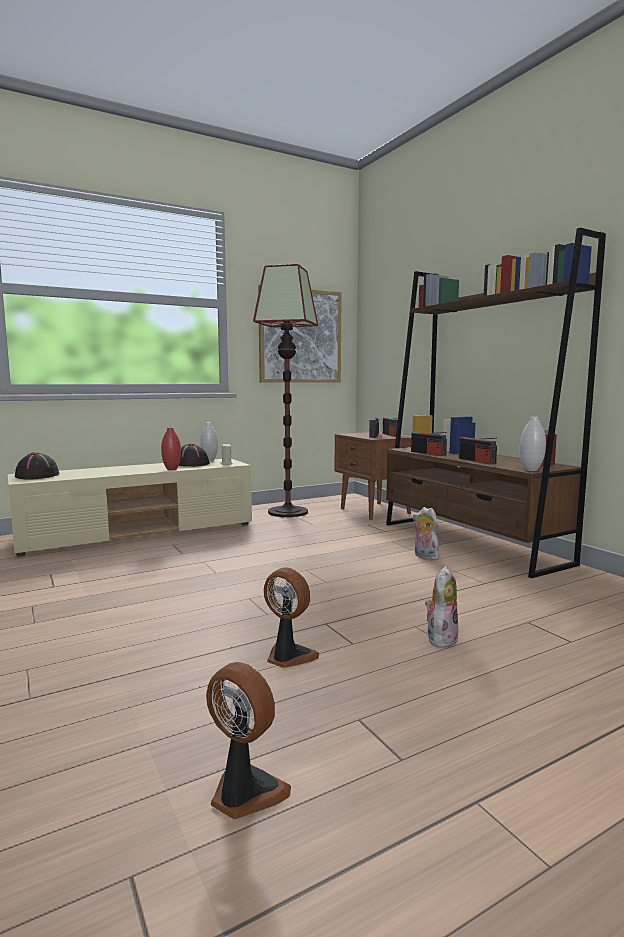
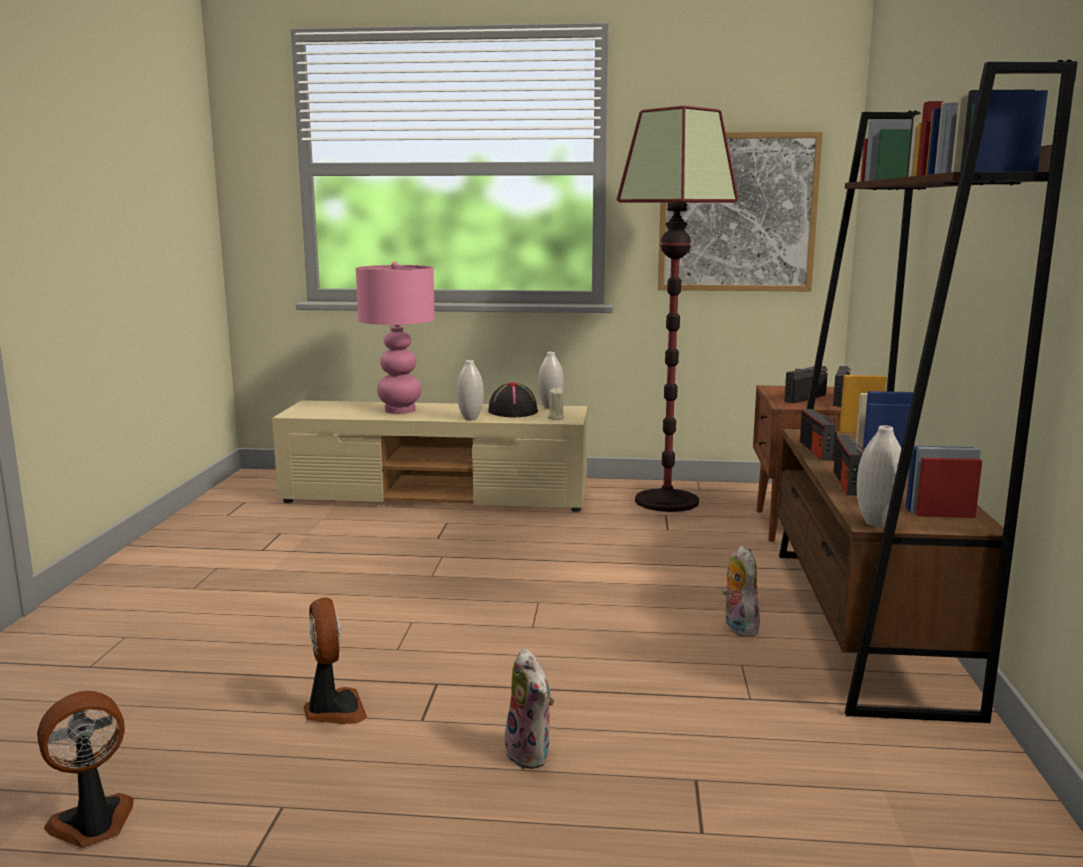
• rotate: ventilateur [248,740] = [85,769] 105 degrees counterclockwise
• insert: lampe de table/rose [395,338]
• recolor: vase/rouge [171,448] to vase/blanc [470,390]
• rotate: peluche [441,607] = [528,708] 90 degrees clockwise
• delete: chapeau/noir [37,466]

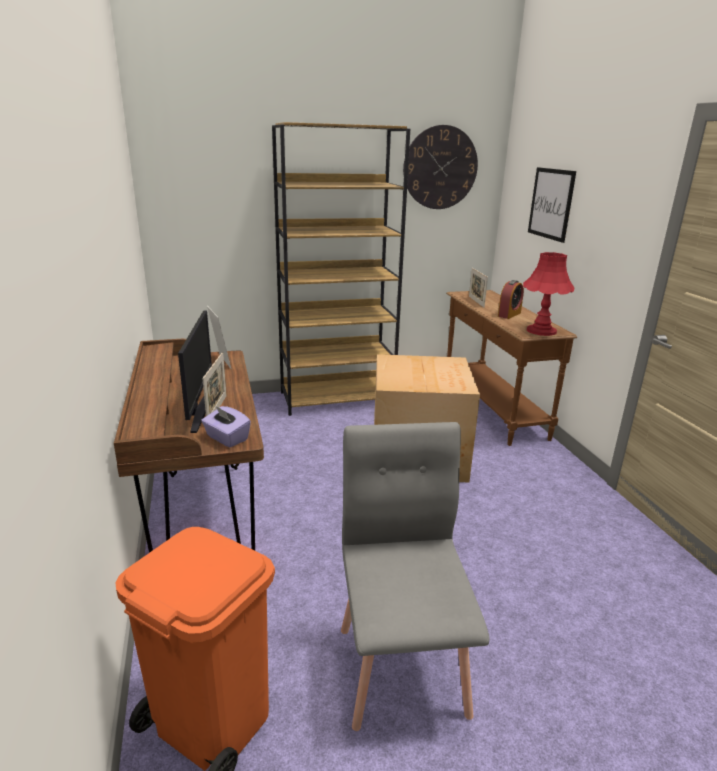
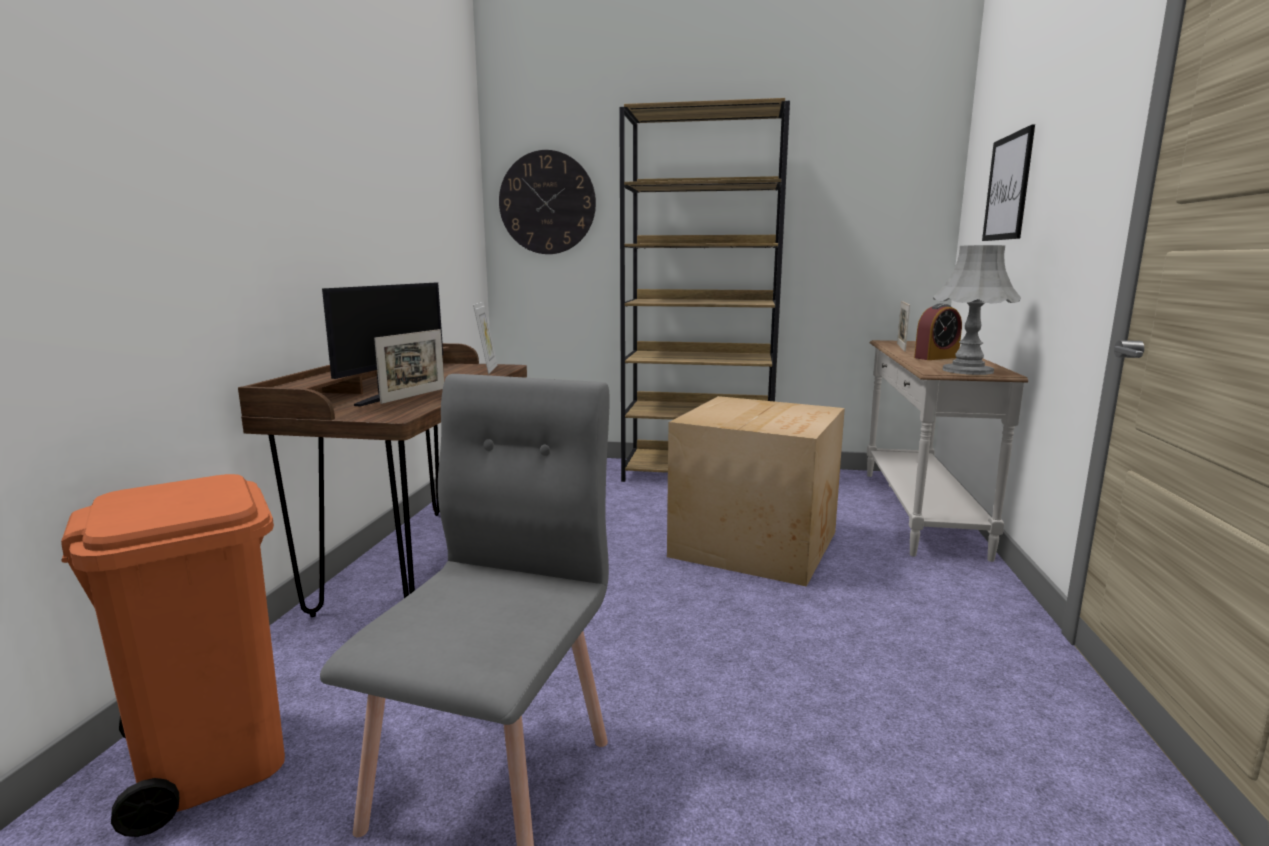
• move: horloge murale [440,167] to [547,202]
• recolor: table console/marron [511,368] to table console/blanc [947,451]
• recolor: lampe de table/rouge [549,294] to lampe de table/gris [977,310]
• delete: boîte à mouchoirs/violet [226,426]

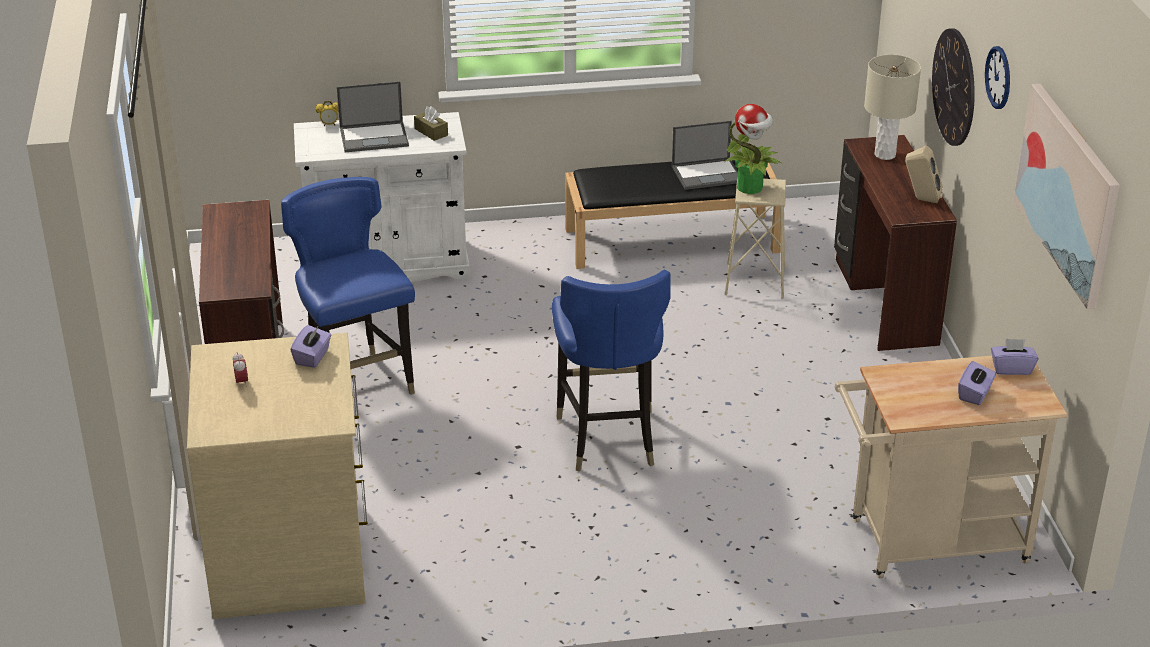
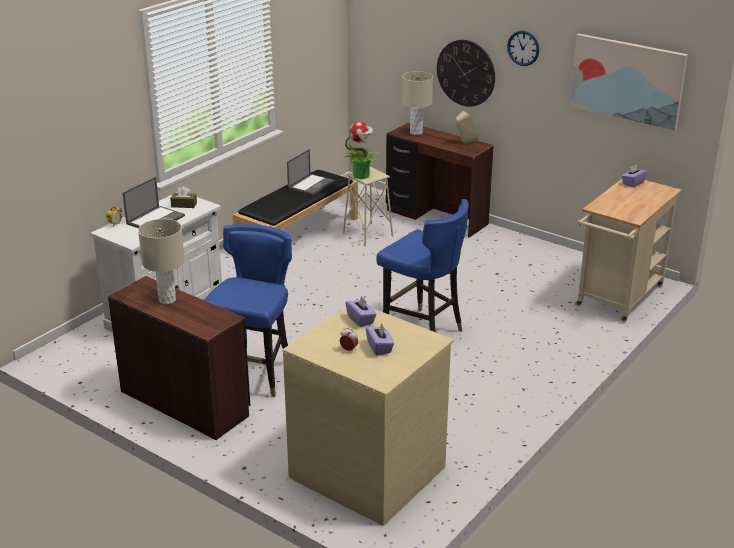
• insert: lampe de table/beige [161,261]
• rotate: chaise/bleu [348,286] = [248,310] 90 degrees clockwise
• move: boîte à mouchoirs/violet [977,383] to [380,339]

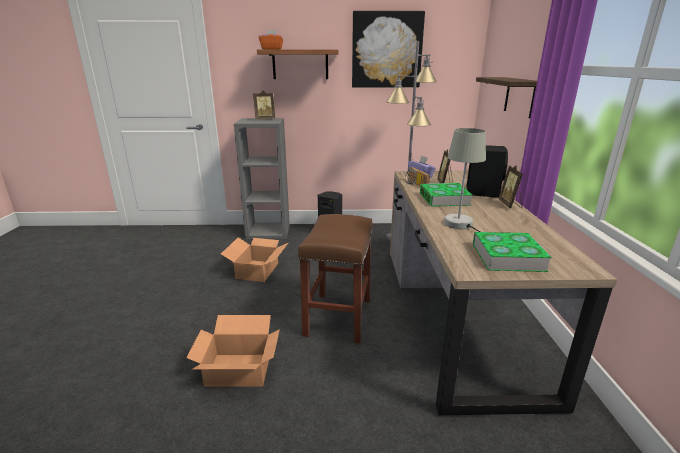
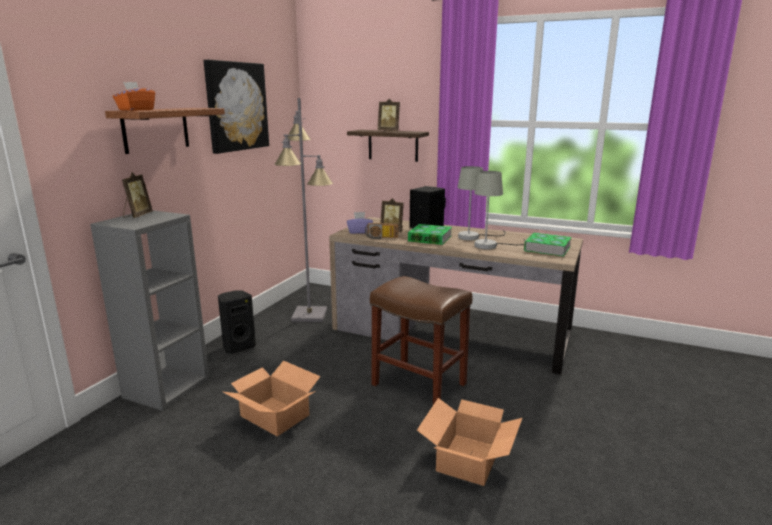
• move: cadre photo [510,187] to [389,115]
• insert: lampe de table/gris [481,203]

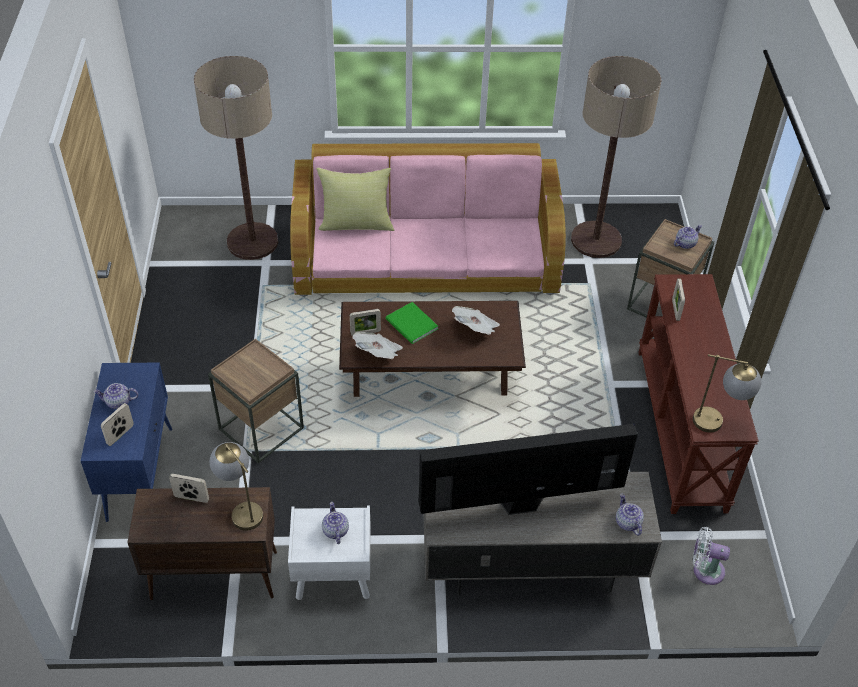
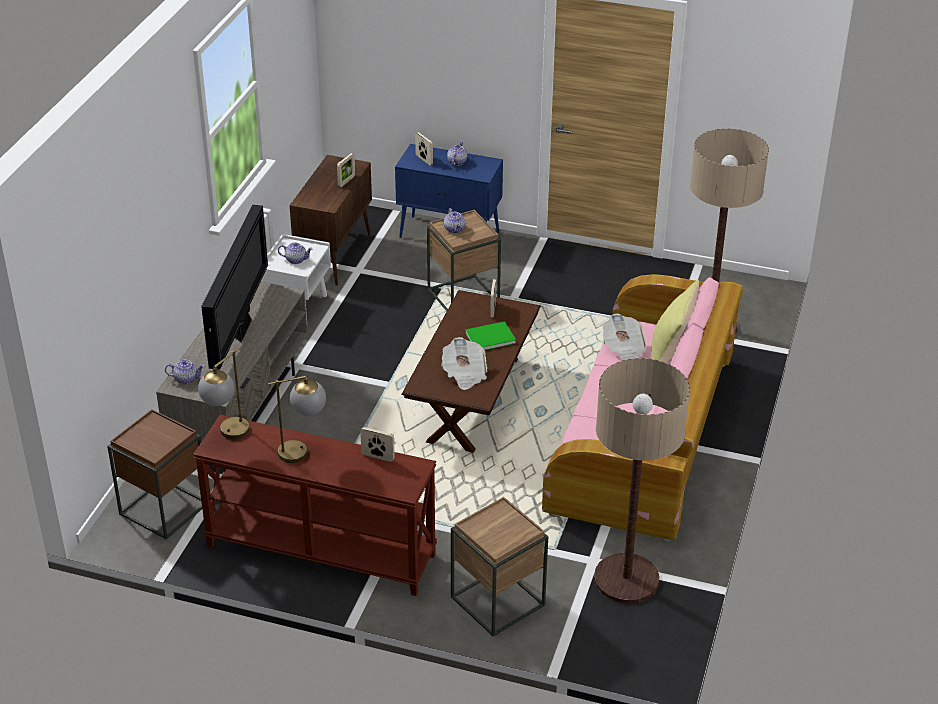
• replace: ventilateur/blanc [711,556] to table d'appoint/marron [154,474]
• move: lampe de table [236,486] to [297,419]
• move: théière [688,237] to [454,220]
• move: journal [377,345] to [624,336]

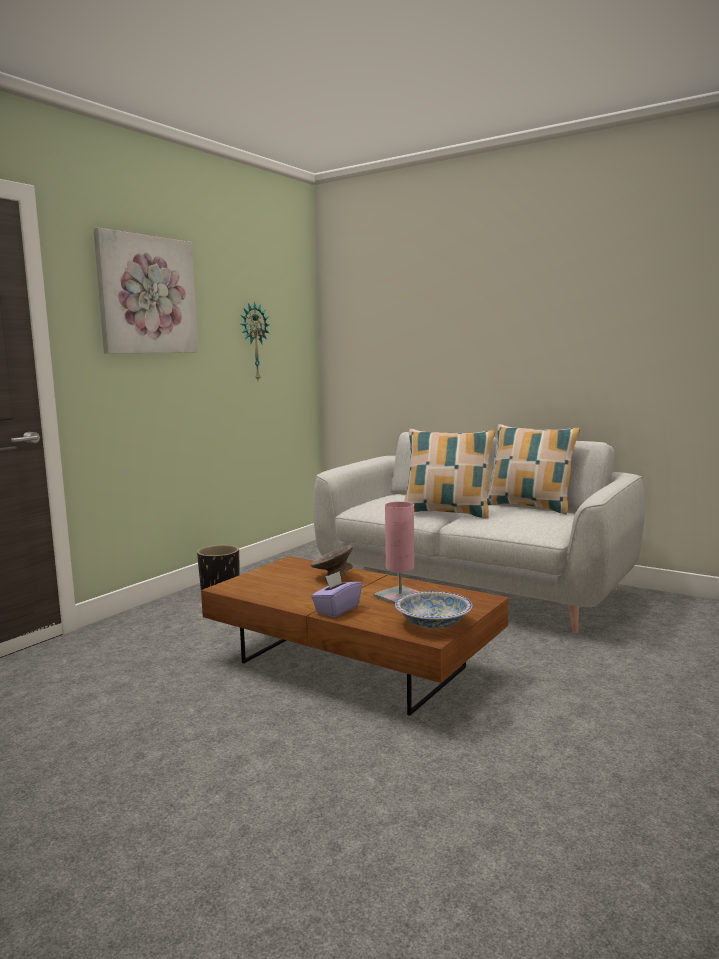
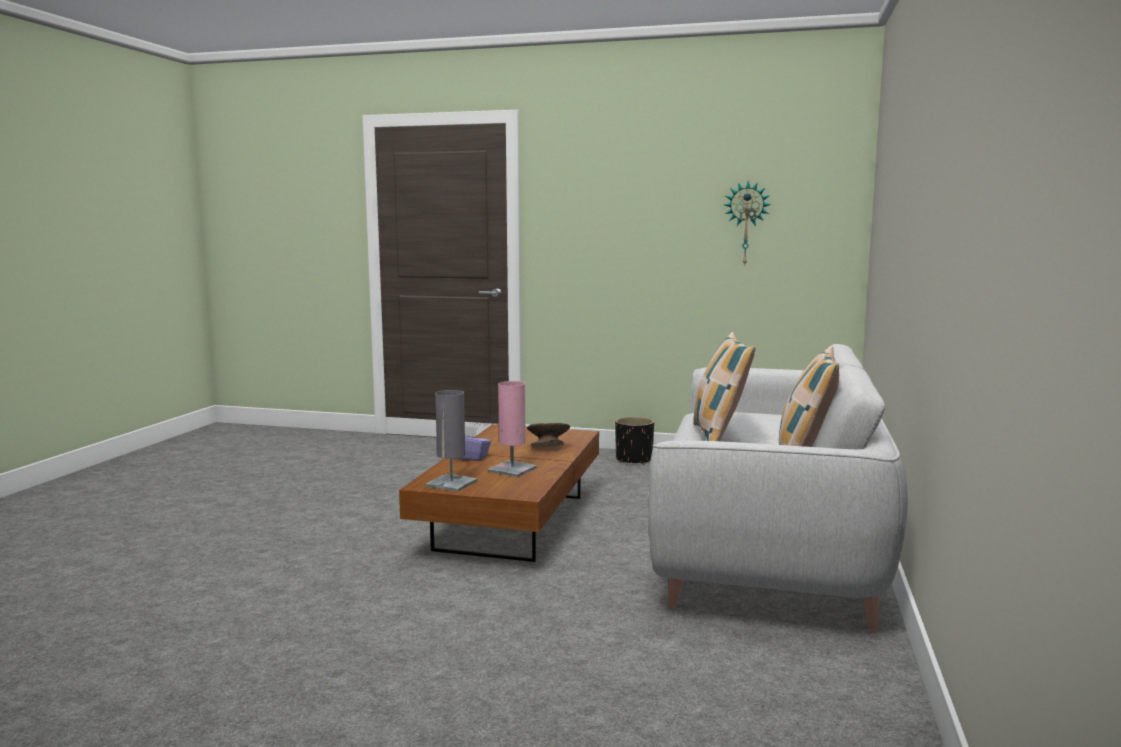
• replace: bol [433,609] to lampe de table/gris [451,441]
• delete: tableau [145,291]

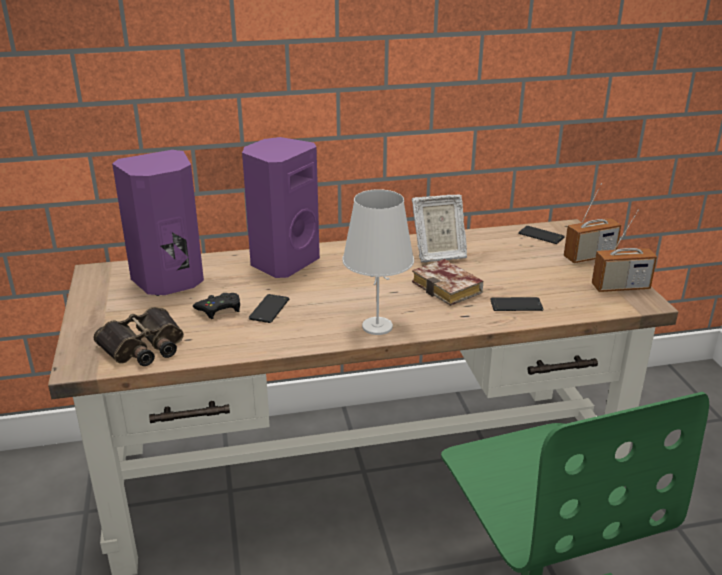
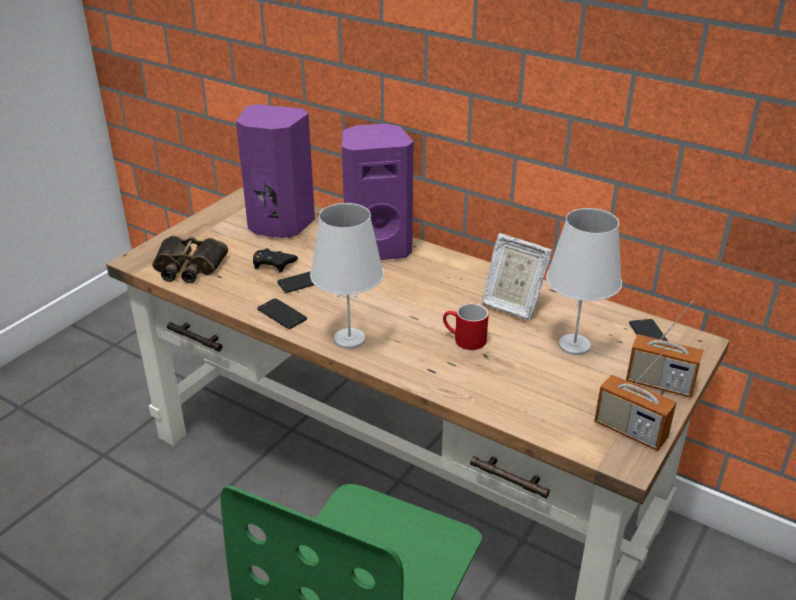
• move: téléphone [516,304] to [282,313]
• replace: livre [447,282] to mug/rouge [466,326]
• insert: lampe de table/blanc [584,281]

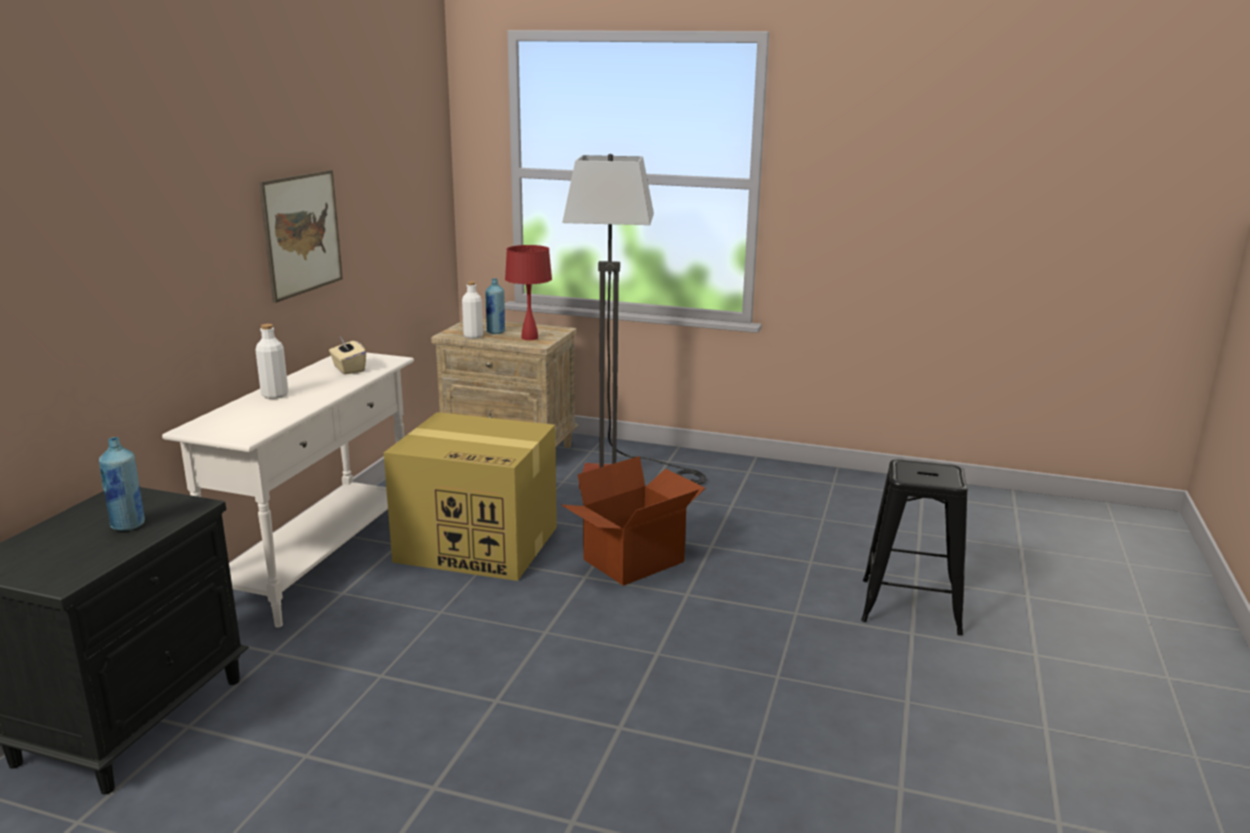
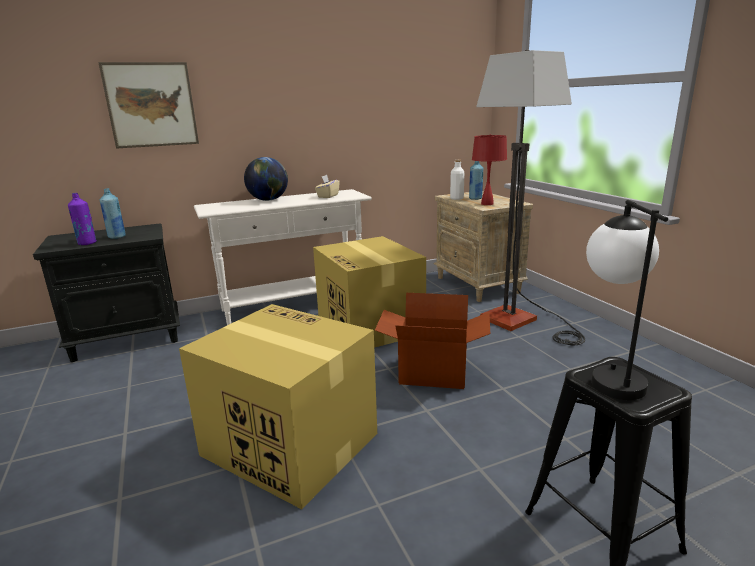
• insert: bouteille/violet [82,219]
• move: tableau [301,236] to [148,105]
• insert: carton [278,406]
• replace: bouteille/blanc [271,361] to globe [266,179]
• insert: lampe de table [627,300]

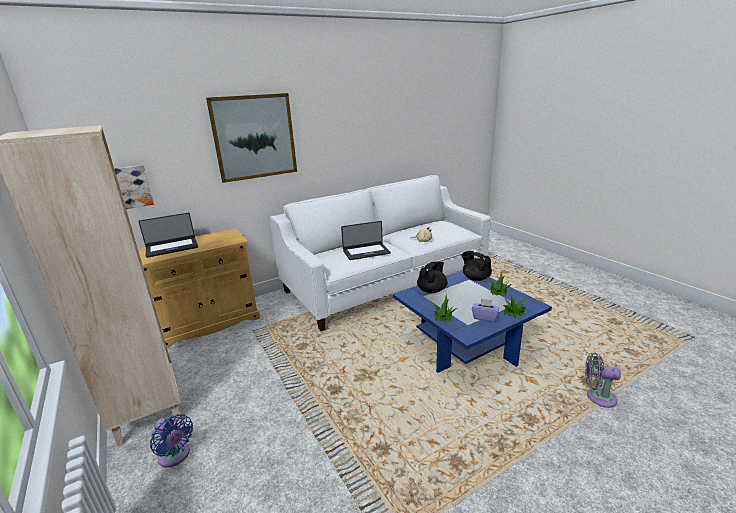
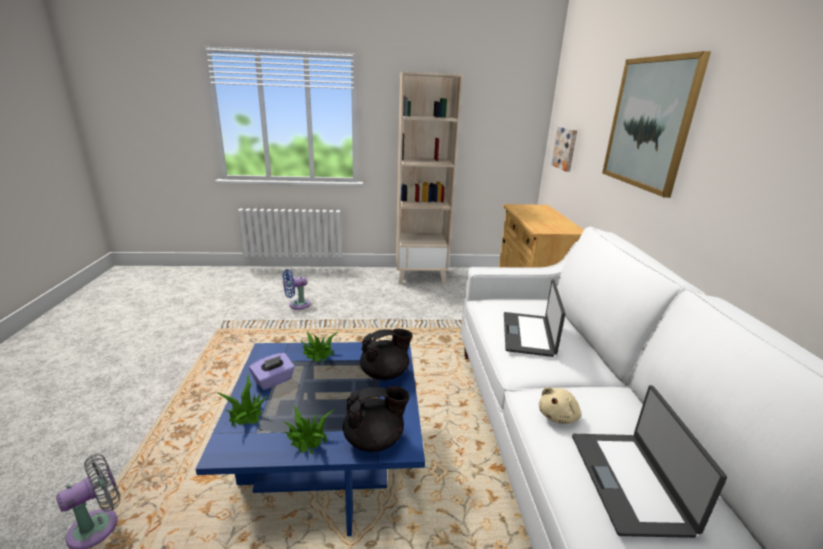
• move: ventilateur/bleu [171,440] to [297,290]
• rotate: théière/noir [432,277] = [386,354] 90 degrees counterclockwise
• move: ordinateur portable [168,235] to [649,461]

